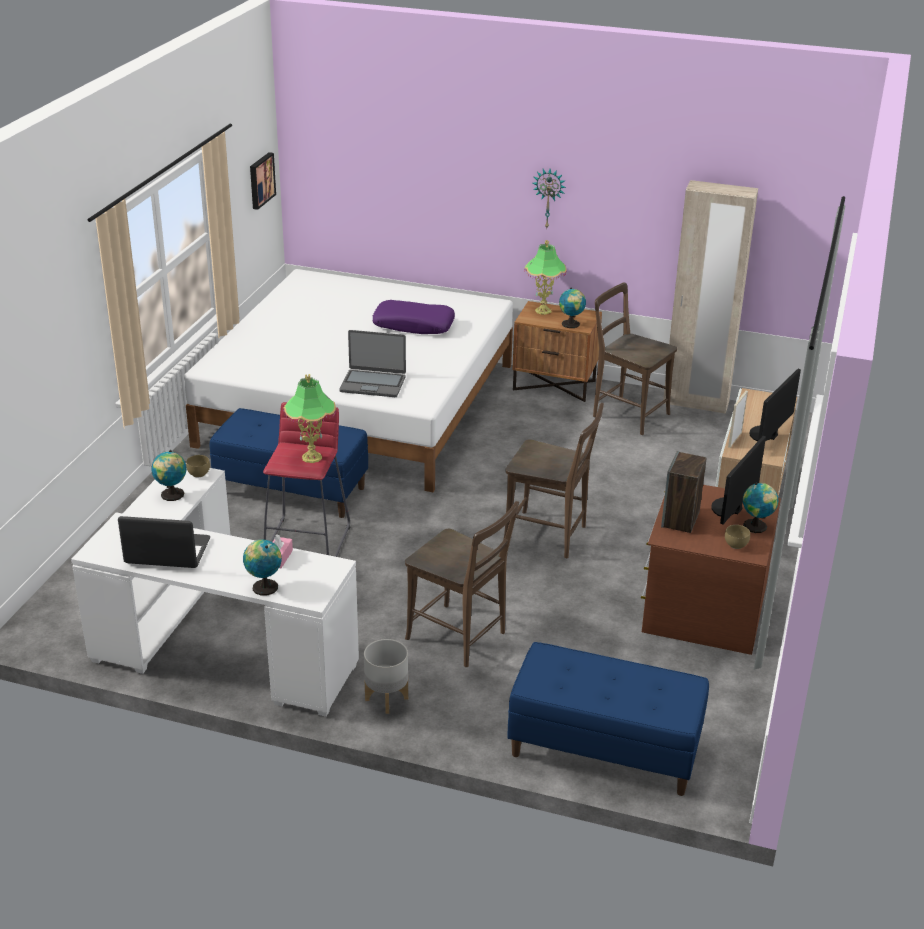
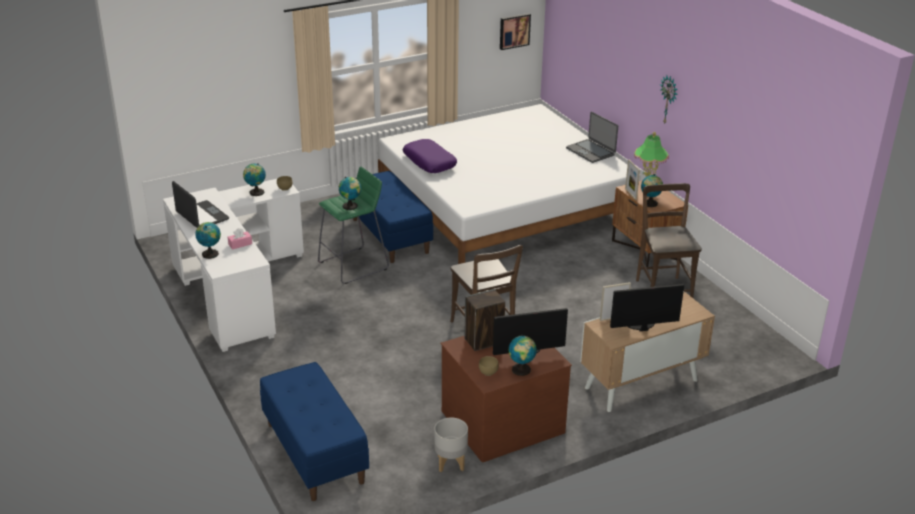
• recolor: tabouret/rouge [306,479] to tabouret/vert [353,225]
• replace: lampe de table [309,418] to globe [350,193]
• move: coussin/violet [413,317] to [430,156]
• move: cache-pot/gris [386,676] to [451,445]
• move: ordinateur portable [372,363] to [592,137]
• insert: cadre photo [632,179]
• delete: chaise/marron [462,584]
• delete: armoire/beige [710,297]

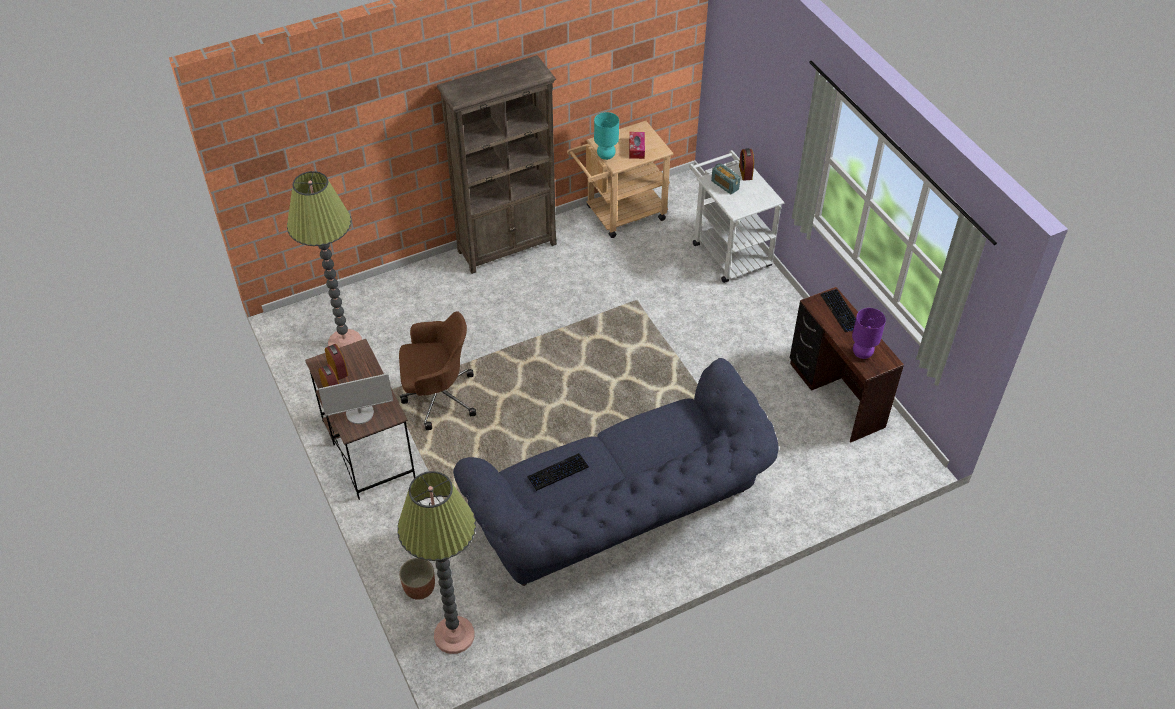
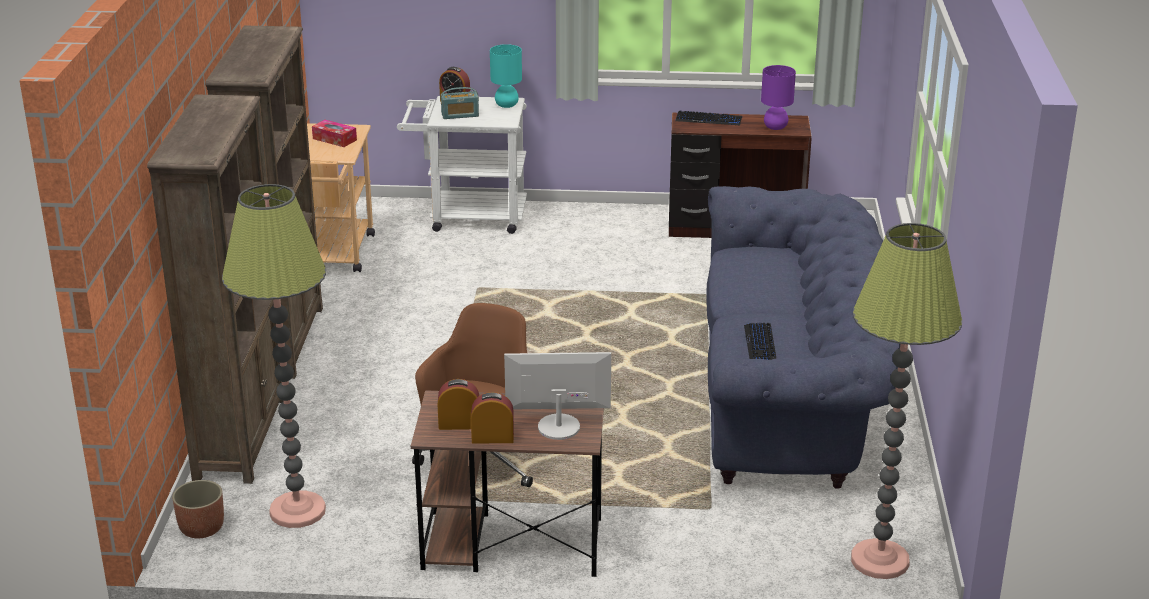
• insert: bibliothèque/marron [215,289]
• move: cache-pot [417,579] to [198,509]
• move: lampe de table/turquoise [606,136] to [506,76]
• rotate: écran d'ordinateur [355,398] = [557,396] 105 degrees counterclockwise

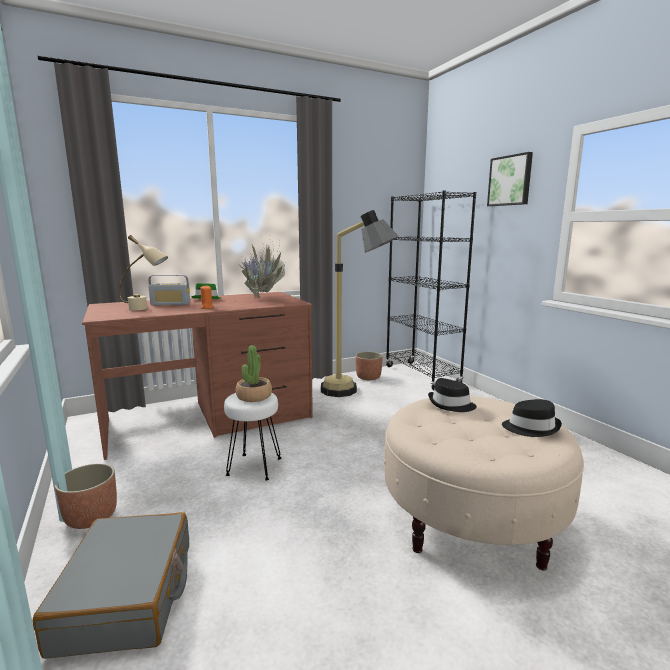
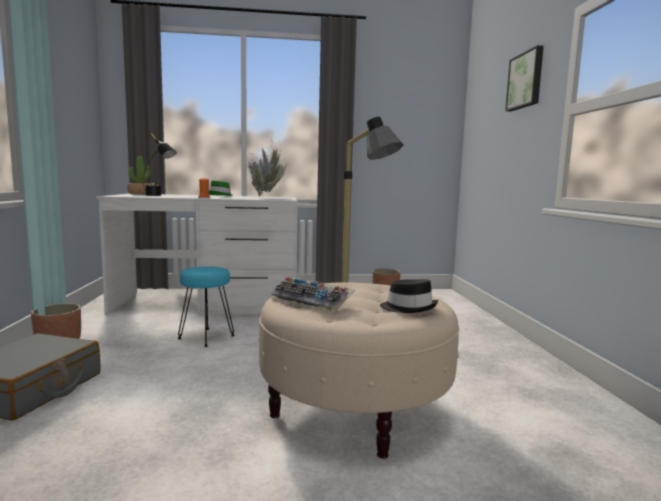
• recolor: bureau/marron [197,376] to bureau/blanc [197,255]
• move: plante en pot [254,373] to [139,175]
• recolor: lampe de table/beige [143,272] to lampe de table/noir [159,164]
• recolor: tabouret/blanc [252,437] to tabouret/turquoise [206,307]
• insert: clavier [312,295]
• delete: radio [169,290]
• delete: bibliothèque/noir [430,290]
• delete: chapeau/noir [452,395]

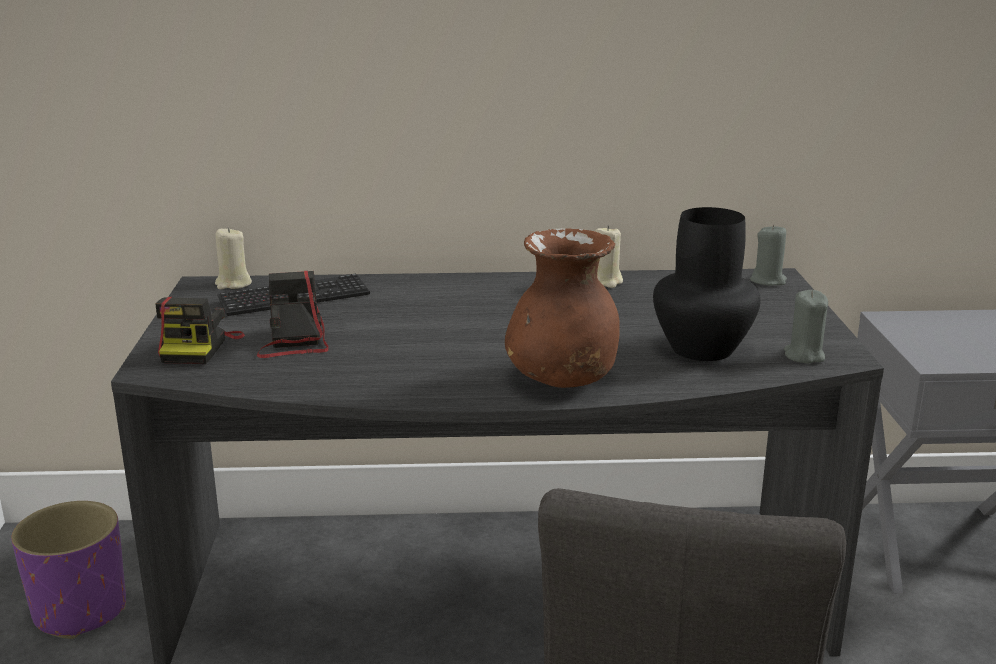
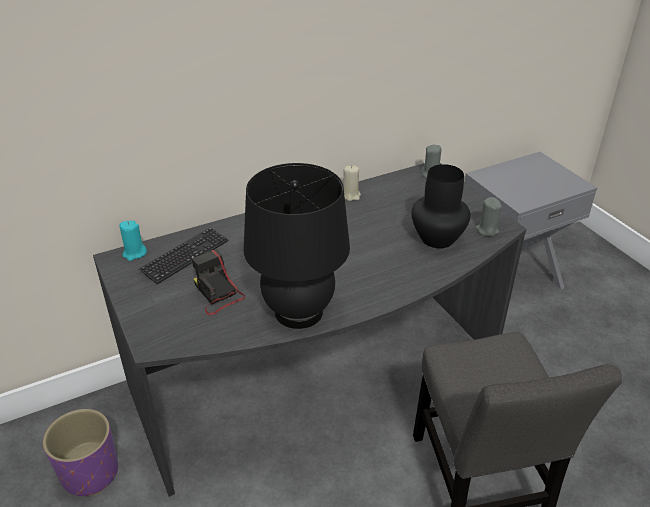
• recolor: bougie/beige [233,258] to bougie/turquoise [133,241]
• insert: lampe de table/noir [297,246]
• delete: appareil photo [200,330]
• delete: vase/marron [562,308]

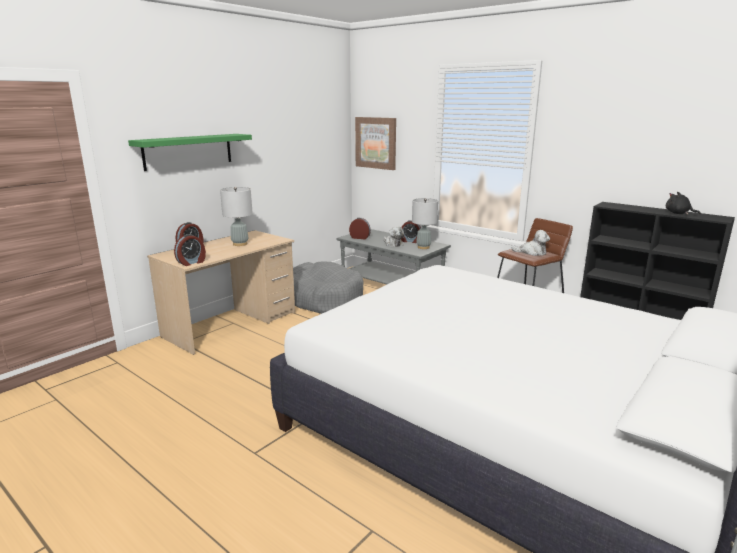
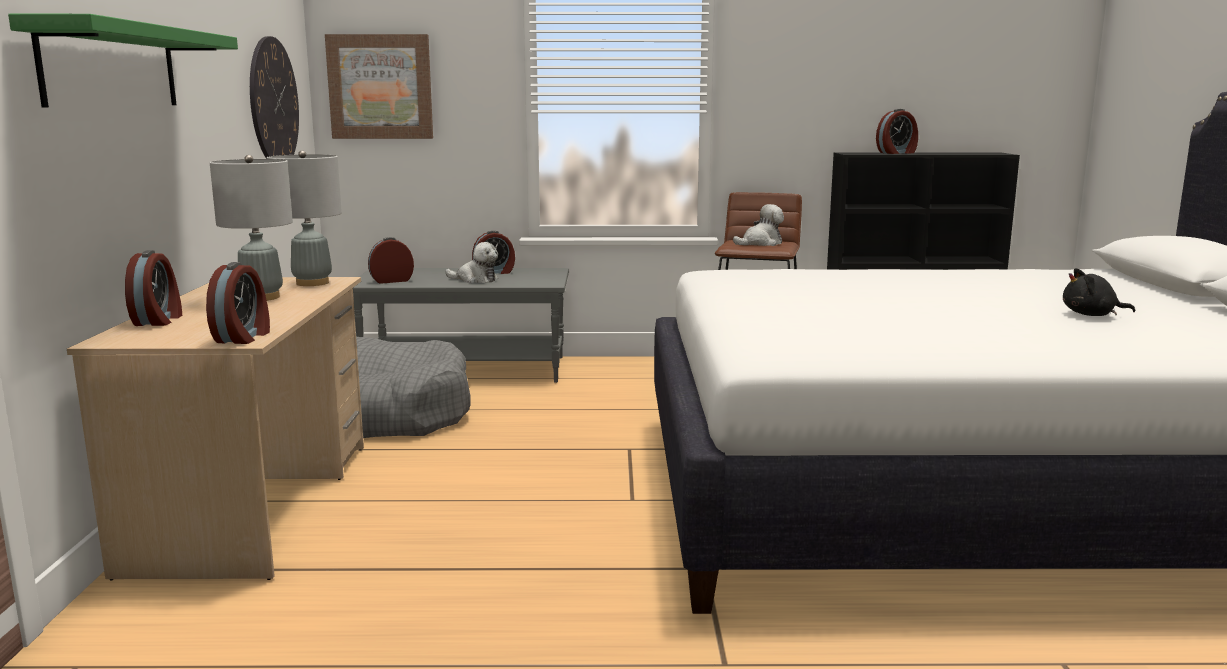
• insert: horloge murale [274,97]
• move: lampe de table/gris [425,223] to [304,218]
• insert: réveil [897,131]
• move: peluche/noir [683,203] to [1099,292]

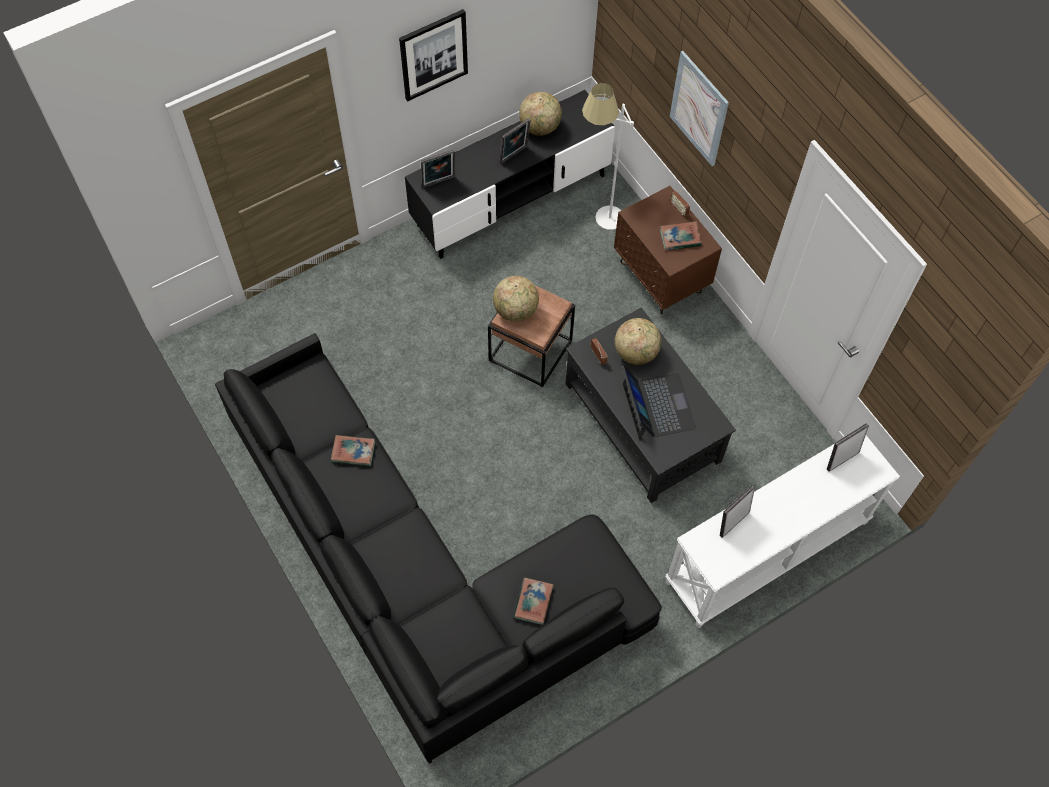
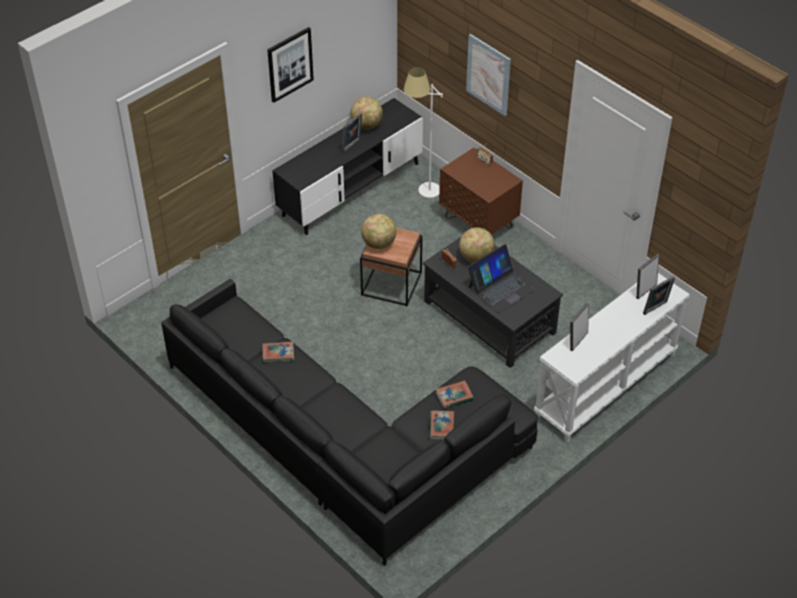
• move: livre [681,236] to [455,394]
• rotate: ordinateur portable [659,403] = [501,278] 75 degrees clockwise
• move: cadre photo [438,168] to [659,295]

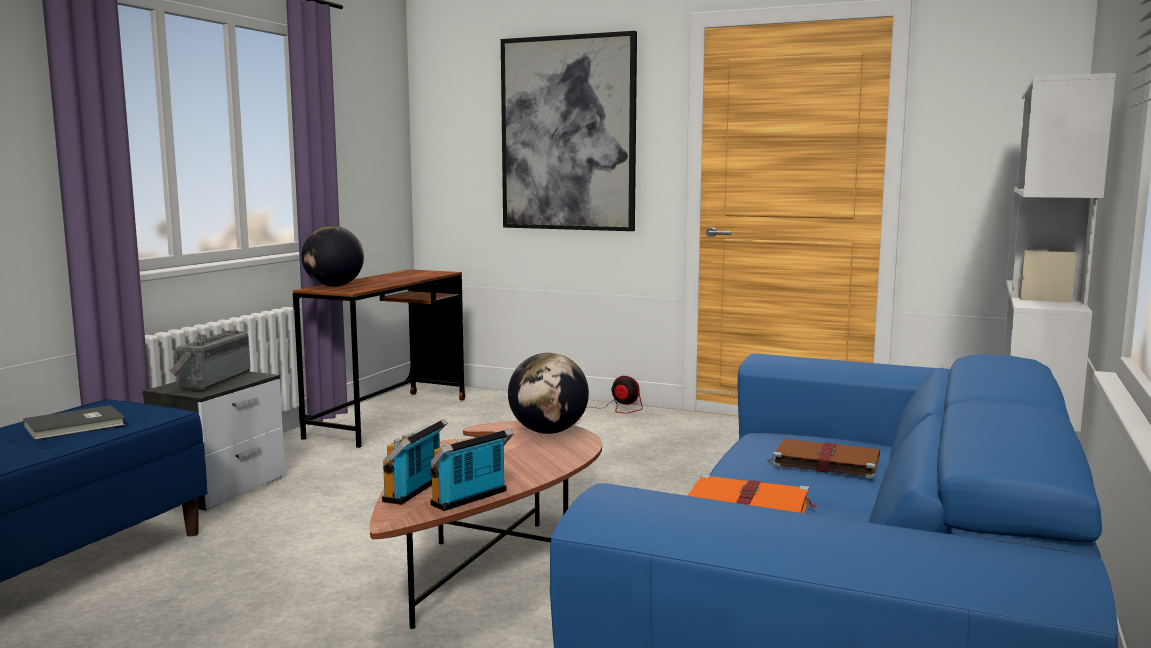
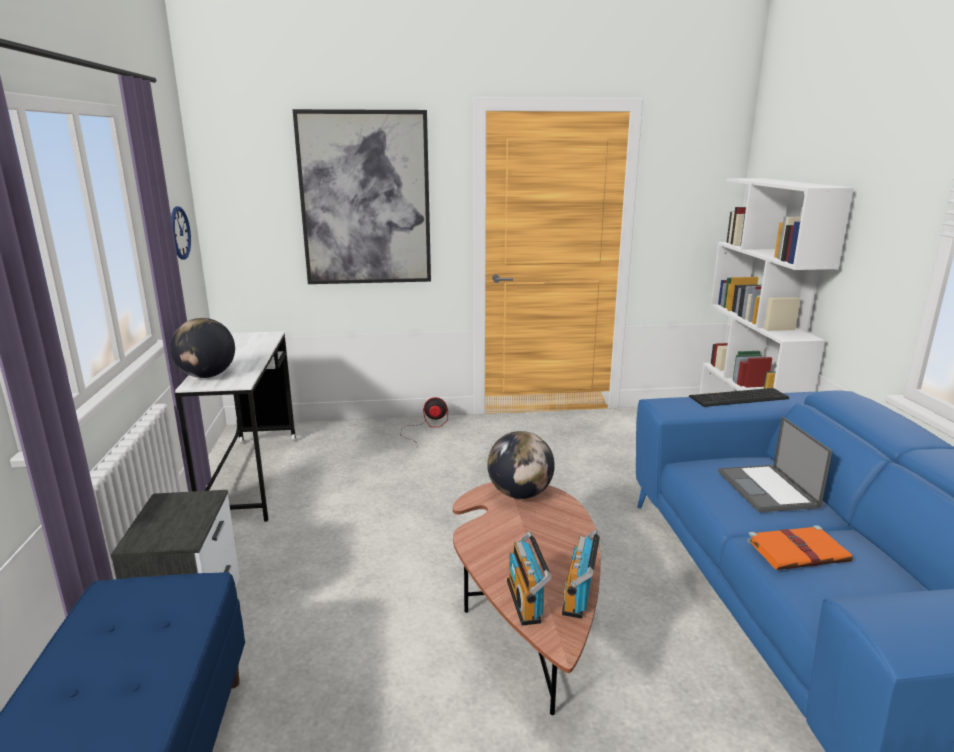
• insert: horloge murale [181,233]
• recolor: bureau/marron [379,358] to bureau/blanc [235,426]
• insert: clavier [739,397]
• replace: livre/marron [823,458] to ordinateur portable [775,464]
• delete: livre/gris [74,422]
• delete: radio [210,360]

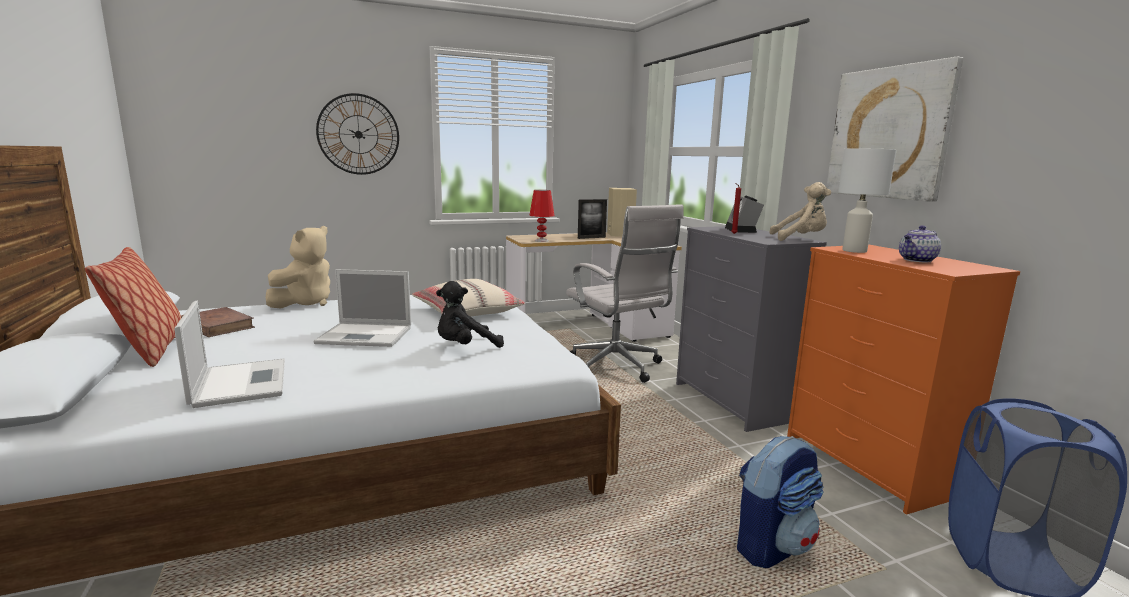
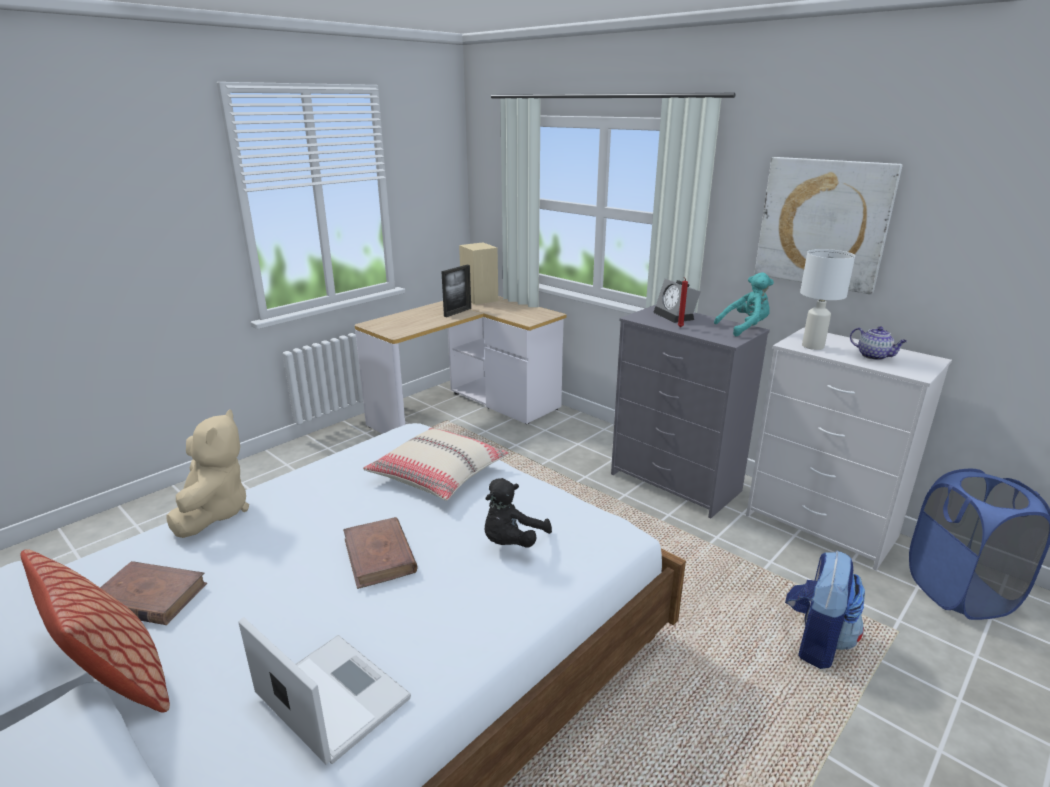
• replace: ordinateur portable [362,308] to livre/marron [380,553]
• recolor: peluche/beige [800,211] to peluche/turquoise [744,304]
• recolor: commode/orange [903,379] to commode/blanc [849,449]
• rotate: théière [920,244] = [878,343] 75 degrees counterclockwise
• delete: horloge murale [357,134]
• delete: lampe de table/rouge [542,216]
• delete: chaise de bureau/blanc [625,293]

